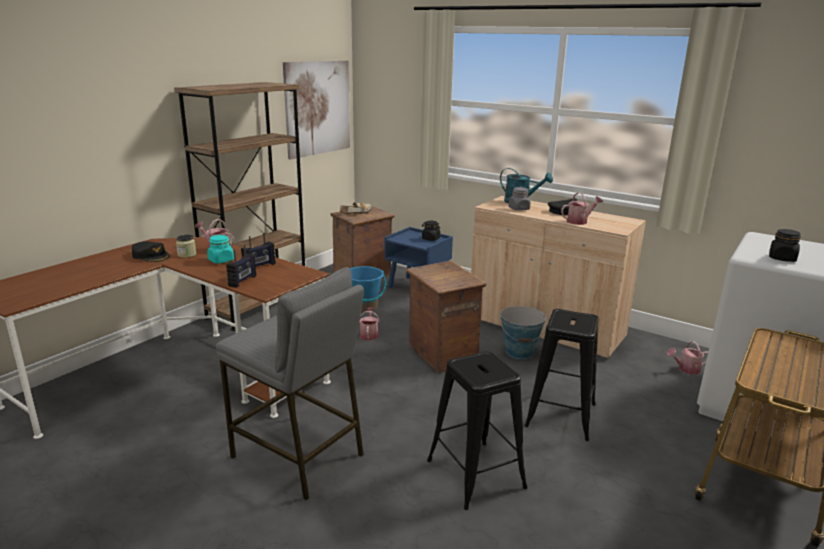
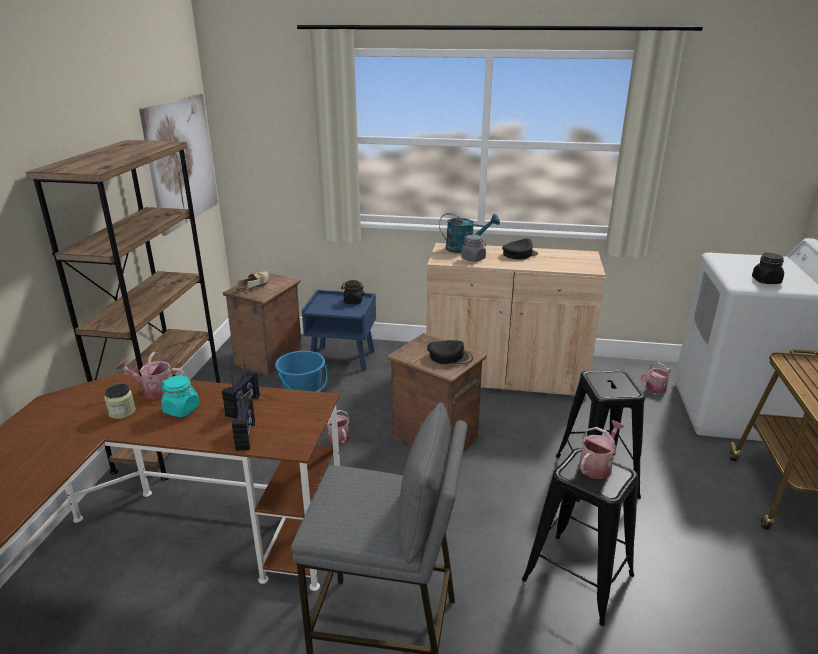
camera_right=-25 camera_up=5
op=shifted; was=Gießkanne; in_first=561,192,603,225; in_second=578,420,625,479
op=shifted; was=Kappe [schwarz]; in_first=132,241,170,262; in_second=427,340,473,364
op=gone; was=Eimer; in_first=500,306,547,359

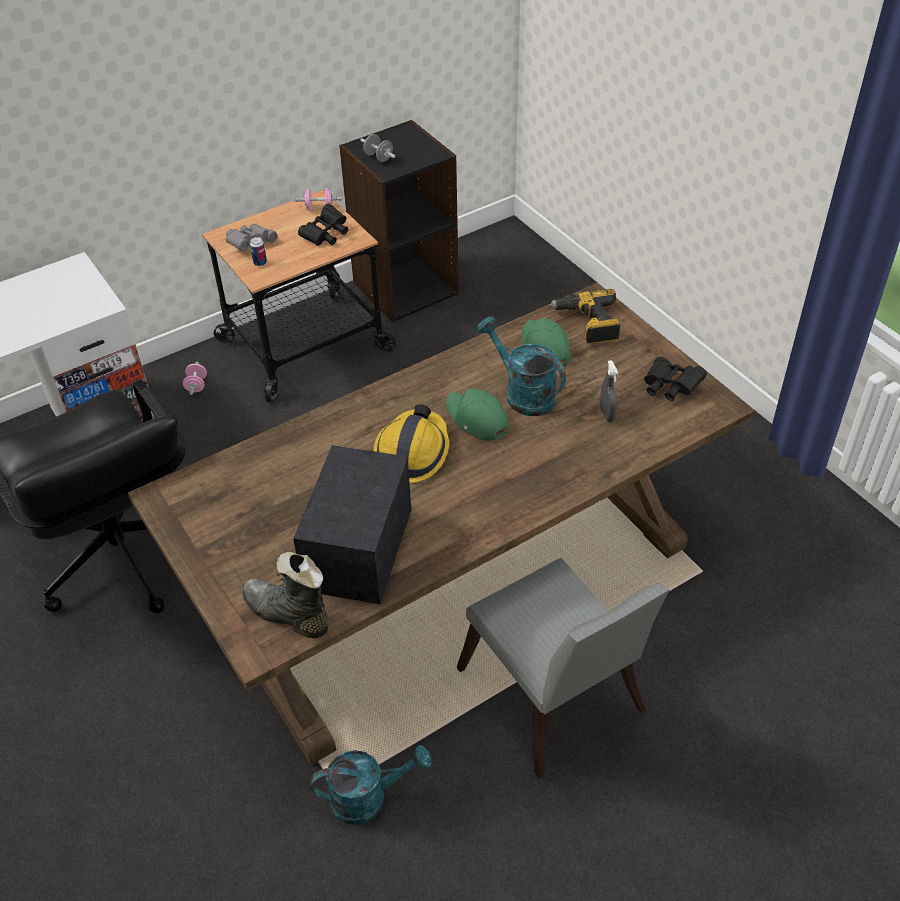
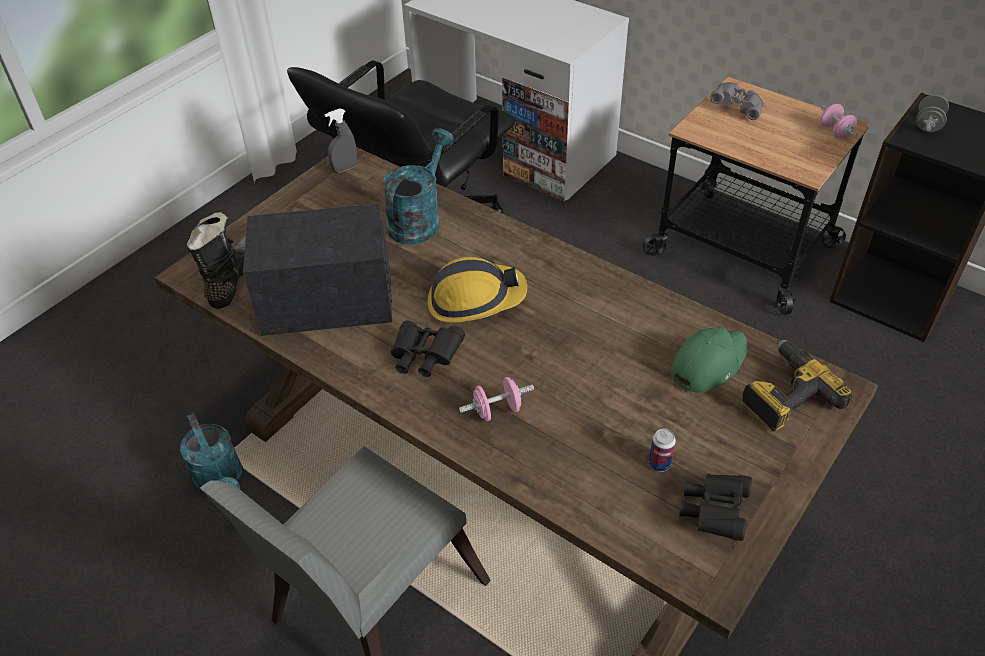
camera_right=70 camera_up=0
op=shifted; was=Fernglas [schwarz]; in_first=298,203,348,246; in_second=391,320,465,377
op=shifted; was=Dose; in_first=250,237,267,266; in_second=649,428,676,472
op=shifted; was=Gießkanne [türkis]; in_first=477,316,566,416; in_second=383,128,454,244
op=shifted; was=Sprühflasche [grau]; in_first=600,360,618,423; in_second=325,108,357,173
op=shifted; was=Hantel [rosa]; in_first=183,362,207,395; in_second=459,377,534,421
op=gone; was=Kappe [grün]; in_first=446,389,509,441

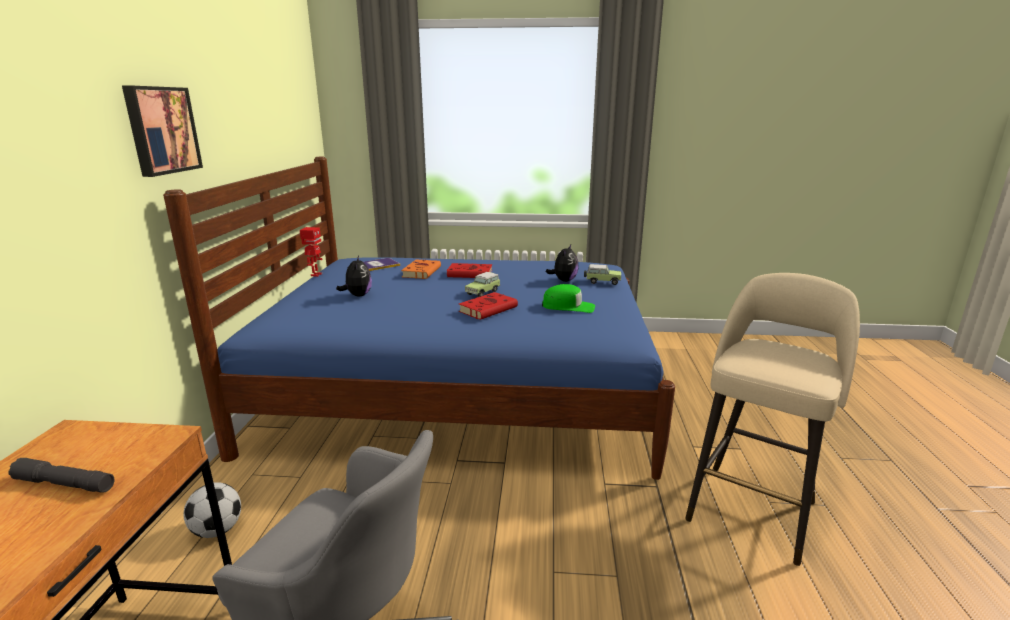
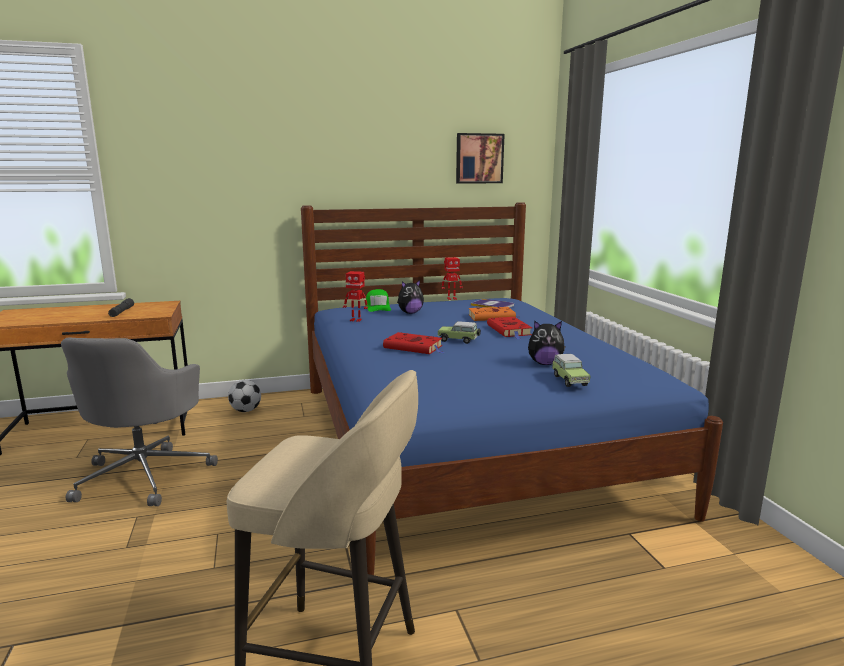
camera_right=70 camera_up=-5
op=shifted; was=Bild; in_first=122,86,203,177; in_second=456,133,505,184
op=shifted; was=Kappe [grün]; in_first=542,284,595,313; in_second=366,289,391,312
op=new; now=Spielzeugroboter; in_second=343,271,368,322

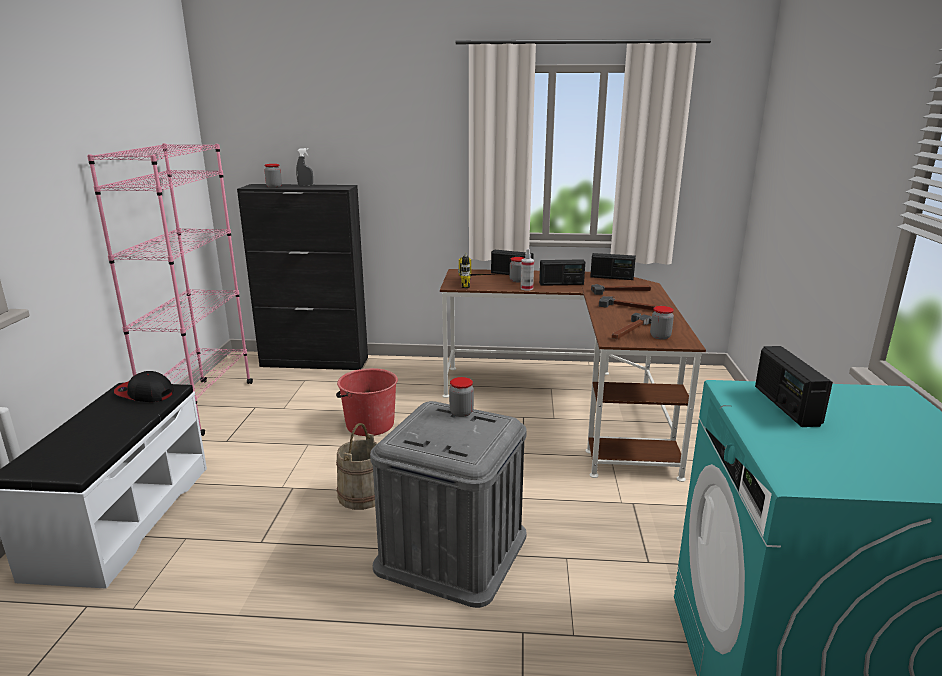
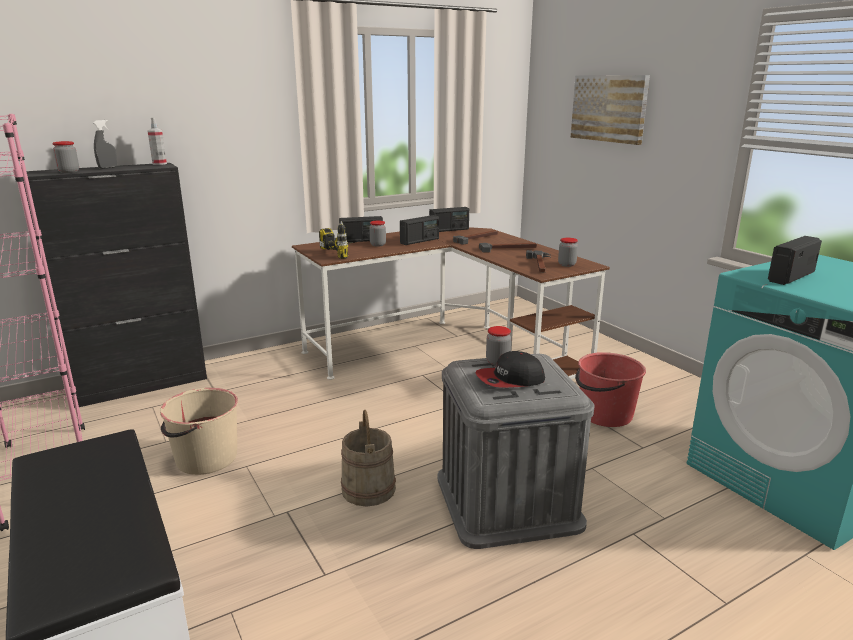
camera_right=-35 camera_up=0
op=shifted; was=Sprühflasche; in_first=521,249,534,291; in_second=147,117,167,165
op=rotated; was=Radio; in_first=755,346,833,427; in_second=768,236,822,285; clockwise=90
op=shifted; was=Eimer [rot]; in_first=336,368,398,436; in_second=576,352,646,427
op=shifted; was=Kappe; in_first=114,371,174,402; in_second=476,351,545,388
op=new; now=Bild; in_second=571,75,650,145
op=new; now=Eimer [beige]; in_second=160,388,238,475

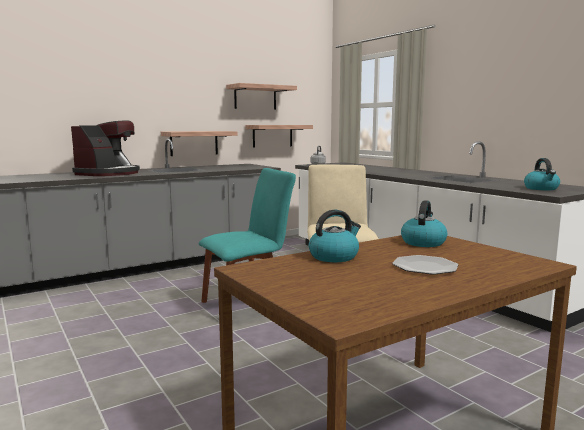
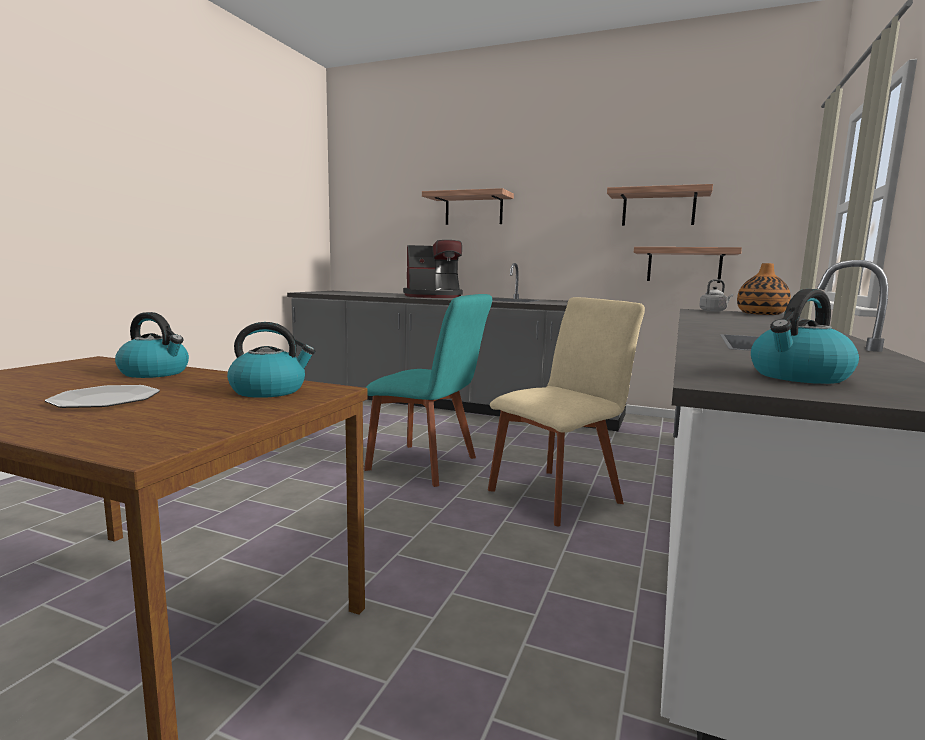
camera_right=55 camera_up=0
op=shifted; was=Wandregal; in_first=161,131,237,156; in_second=422,188,514,225
op=new; now=Vase; in_second=737,263,791,315

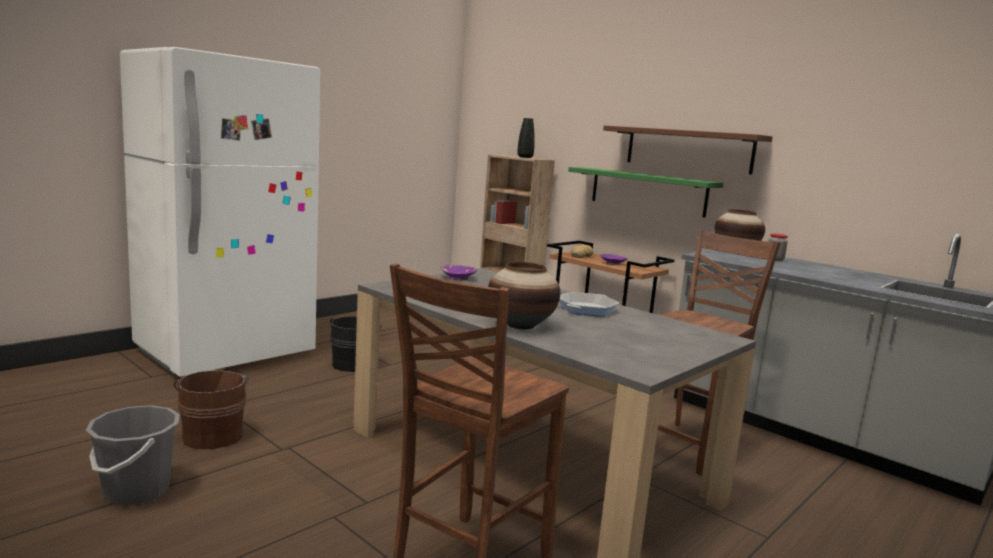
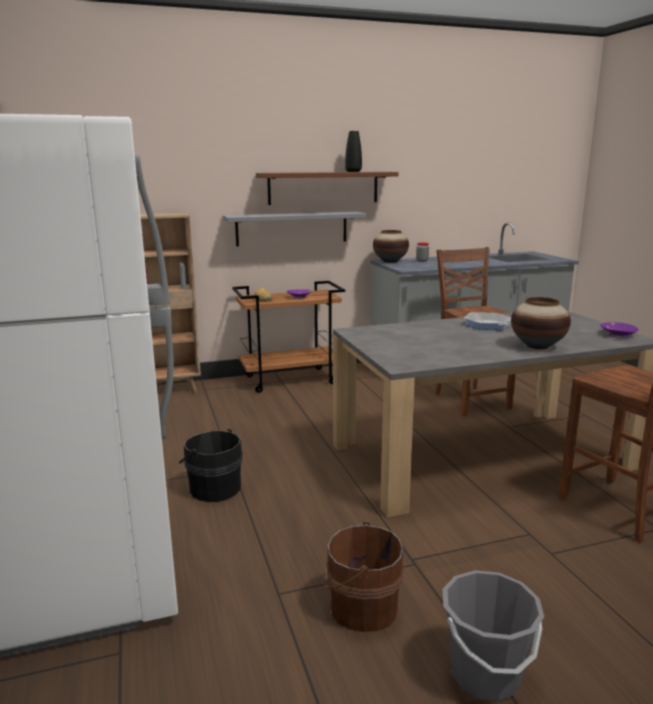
camera_right=-60 camera_up=5
op=shifted; was=Vase [schwarz]; in_first=517,118,535,158; in_second=345,131,362,172
op=repainted; was=Wandregal [grün]; now=Wandregal [grau]; in_first=568,167,724,218; in_second=223,211,366,246
op=shifted; was=Schüssel [lila]; in_first=441,265,477,280; in_second=600,322,638,338

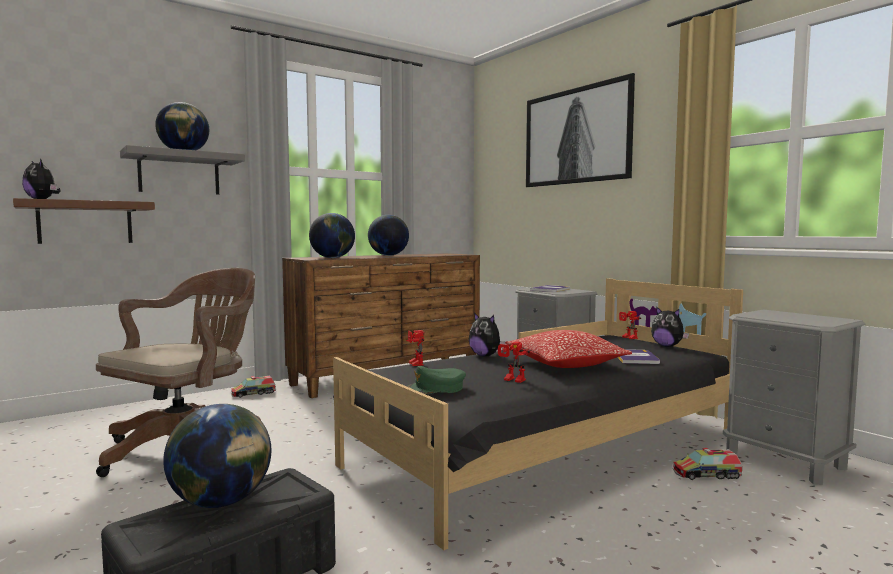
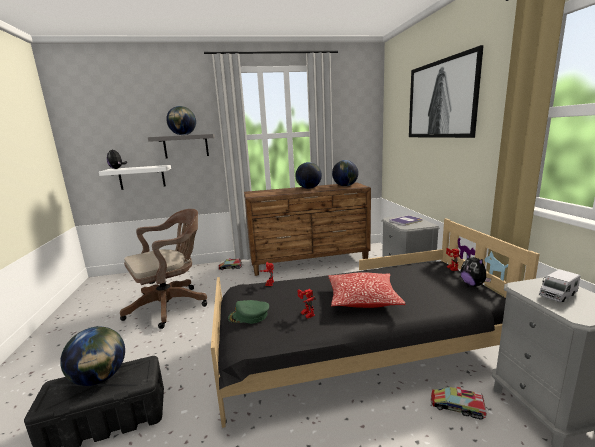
camera_right=25 camera_up=10
op=repainted; was=Wandregal [braun]; now=Wandregal [weiß]; in_first=13,198,155,244; in_second=99,165,171,190
op=shifted; was=Globus; in_first=309,213,355,258; in_second=332,160,359,186
op=gone; was=Plüschtier; in_first=469,313,506,356
op=gone; was=Buch; in_first=617,349,660,364
op=new; now=Spielzeuglaster; in_second=539,269,581,302

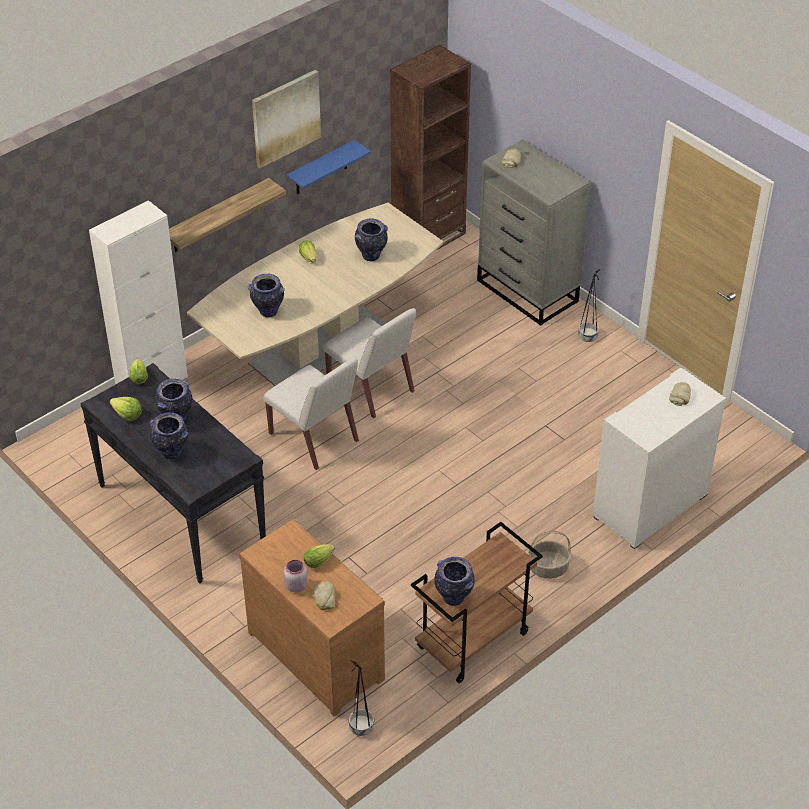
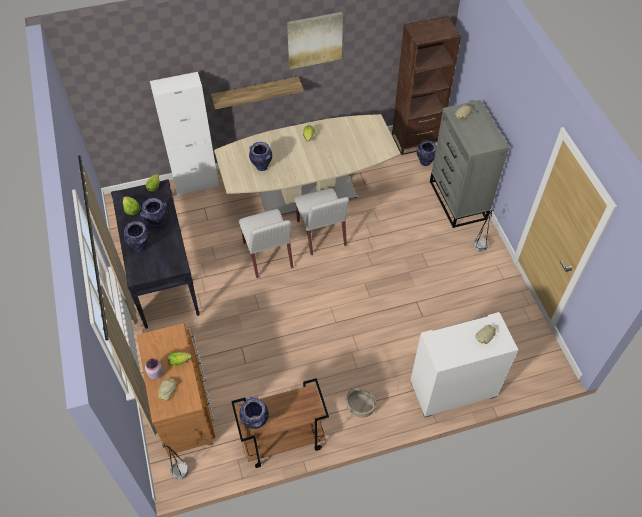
camera_right=25 camera_up=10
op=gone; was=Wandregal [blau]; in_first=287,140,371,194
op=shifted; was=Vase; in_first=355,219,388,261; in_second=417,140,436,166

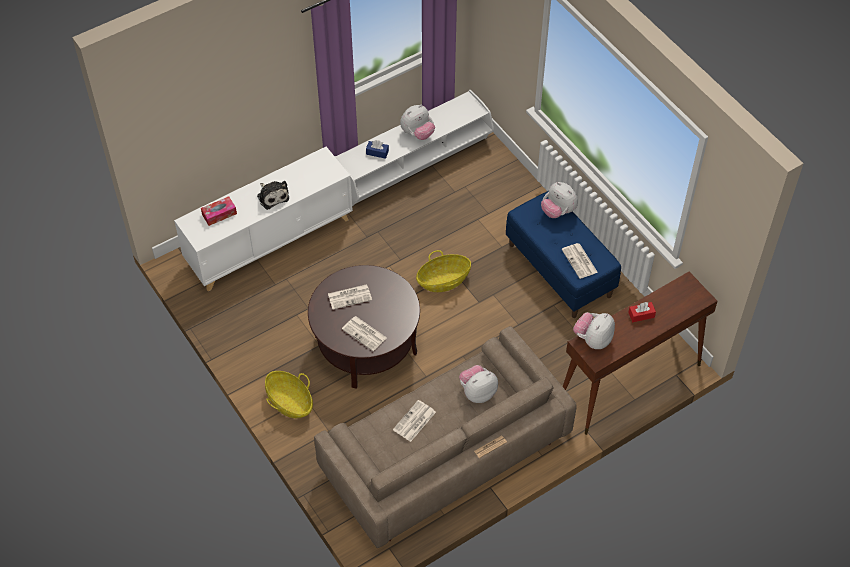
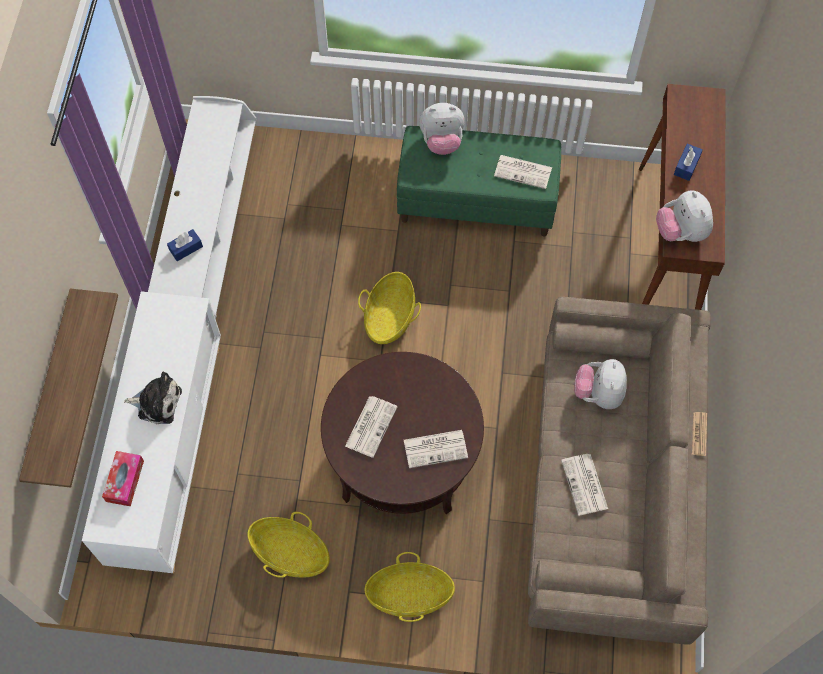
camera_right=-50 camera_up=10
op=gone; was=Plüschtier; in_first=400,105,435,140
op=repainted; was=Bank [blau]; now=Bank [grün]; in_first=506,191,621,318; in_second=397,126,561,236
op=repainted; was=Taschentuchbox [rot]; now=Taschentuchbox [blau]; in_first=628,302,656,322; in_second=674,144,703,181
op=new; now=Wandregal; in_second=19,289,118,488
op=new; now=Korb; in_second=248,512,330,578

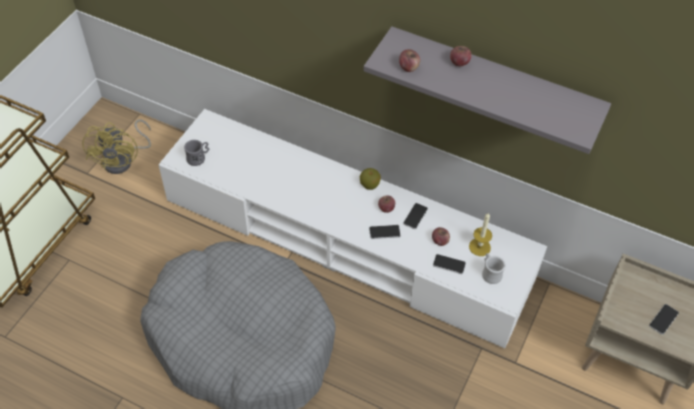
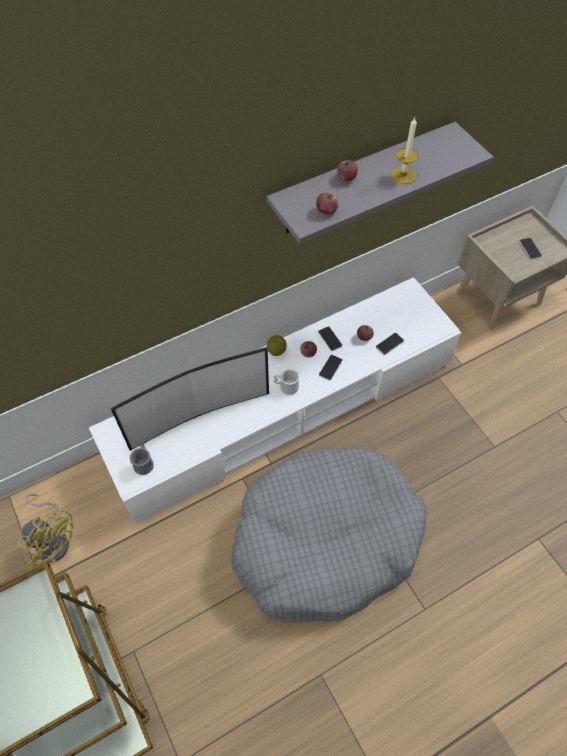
camera_right=-55 camera_up=5
op=shifted; was=Kerze; in_first=469,212,492,256; in_second=391,118,418,184
op=shifted; was=Henkelbecher [weiß]; in_first=482,253,506,284; in_second=274,369,299,395
op=new; now=Fernseher; in_second=111,347,269,451

